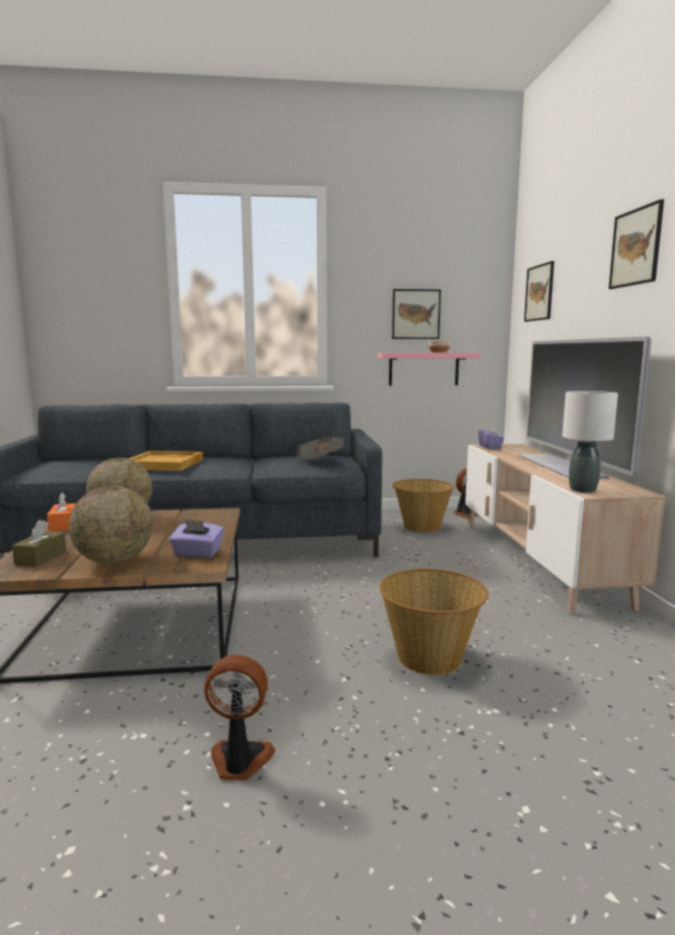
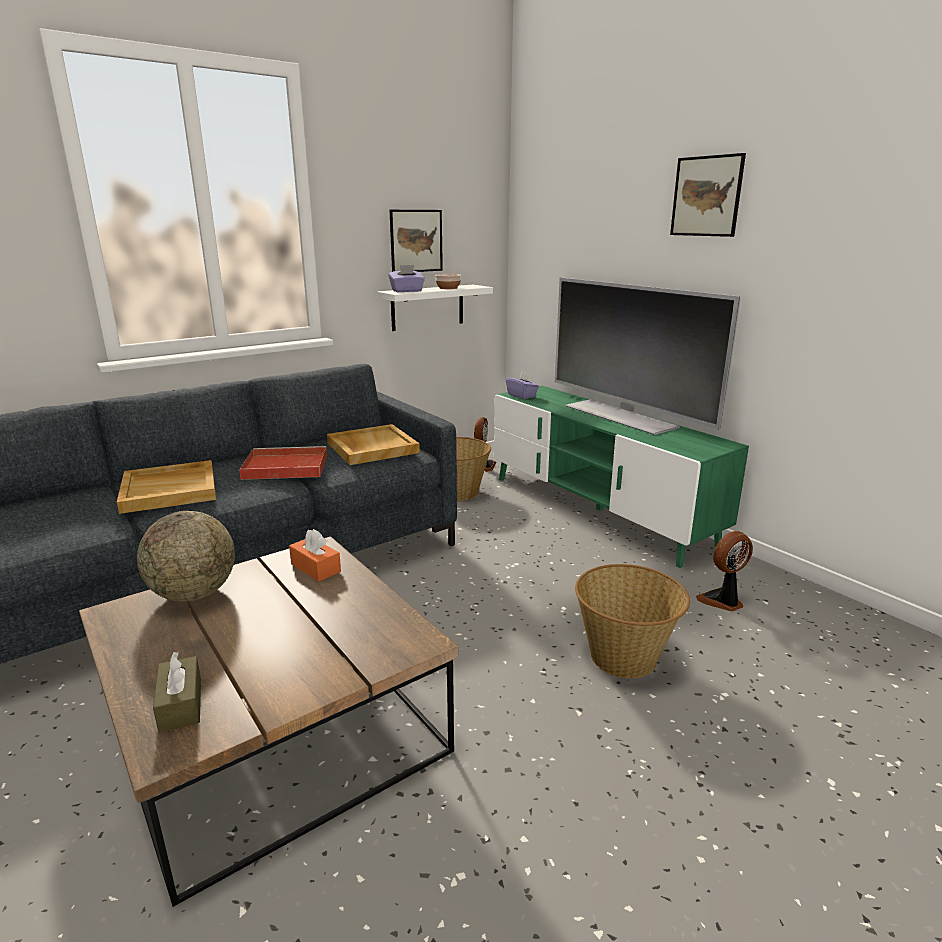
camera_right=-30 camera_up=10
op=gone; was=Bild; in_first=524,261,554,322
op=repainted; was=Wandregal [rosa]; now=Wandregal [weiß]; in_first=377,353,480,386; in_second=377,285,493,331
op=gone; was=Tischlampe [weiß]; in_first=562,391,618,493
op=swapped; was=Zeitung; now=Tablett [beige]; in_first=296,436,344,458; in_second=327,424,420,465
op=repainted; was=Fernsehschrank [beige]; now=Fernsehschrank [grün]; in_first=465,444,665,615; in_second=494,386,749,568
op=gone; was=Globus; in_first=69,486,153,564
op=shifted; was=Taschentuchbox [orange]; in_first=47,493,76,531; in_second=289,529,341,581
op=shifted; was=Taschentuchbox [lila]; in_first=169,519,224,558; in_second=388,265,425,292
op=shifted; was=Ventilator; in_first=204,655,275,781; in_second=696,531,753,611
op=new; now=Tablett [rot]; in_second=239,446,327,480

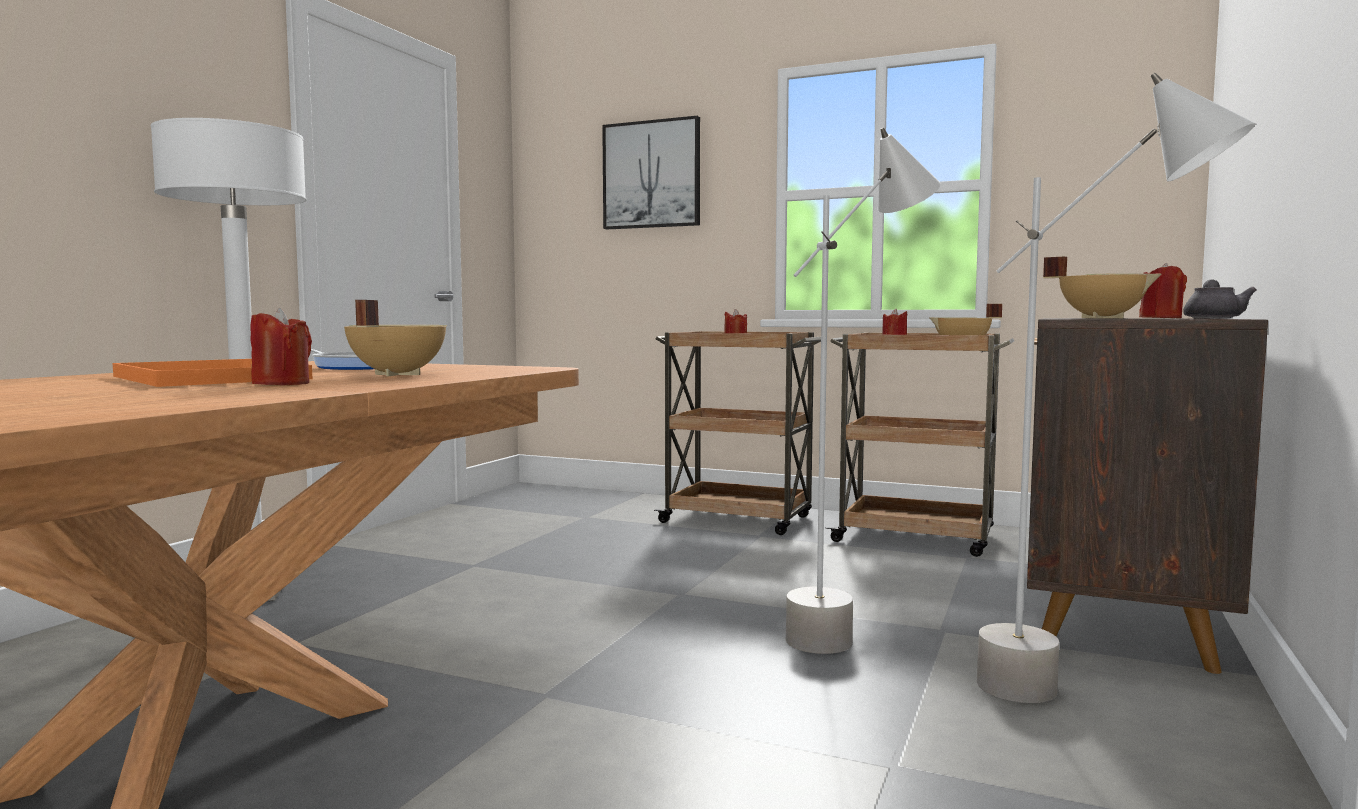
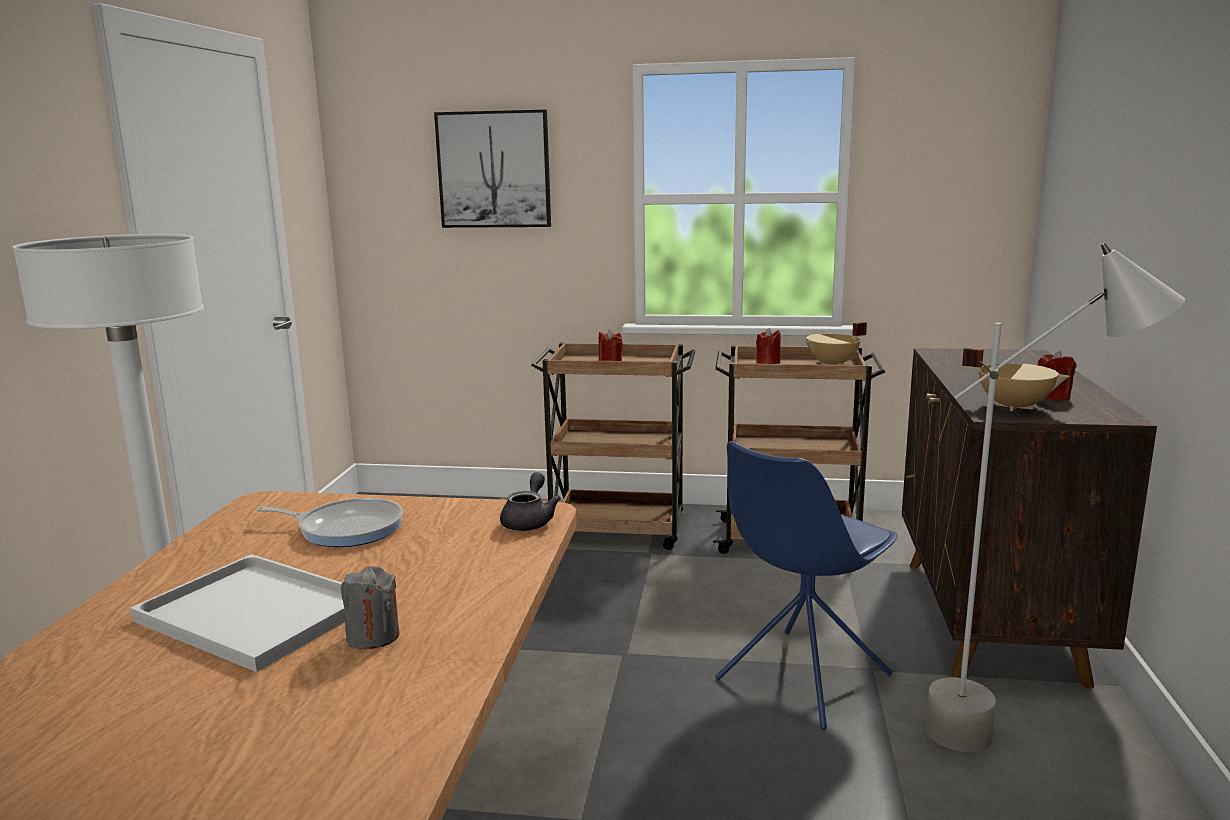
camera_right=-15 camera_up=10
op=swapped; was=Stehlampe [grau]; now=Stuhl [blau]; in_first=786,127,941,654; in_second=715,441,897,730
op=shifted; was=Teekanne [grau]; in_first=1183,279,1257,319; in_second=500,472,561,531
op=gone; was=Kochtopf [beige]; in_first=344,300,447,376
op=repainted; was=Kerze [rot]; now=Kerze [grau]; in_first=250,308,312,385; in_second=340,566,399,649
op=repainted; was=Tablett [orange]; now=Tablett [weiß]; in_first=113,359,312,387; in_second=130,554,345,672

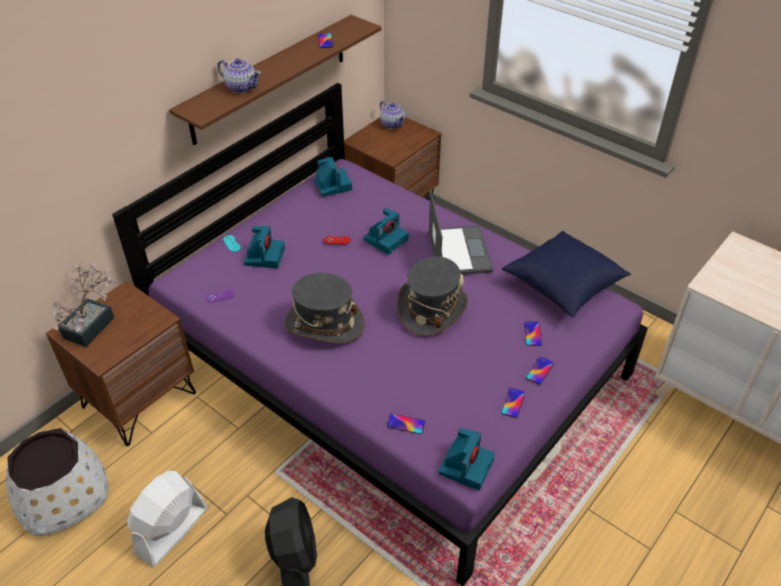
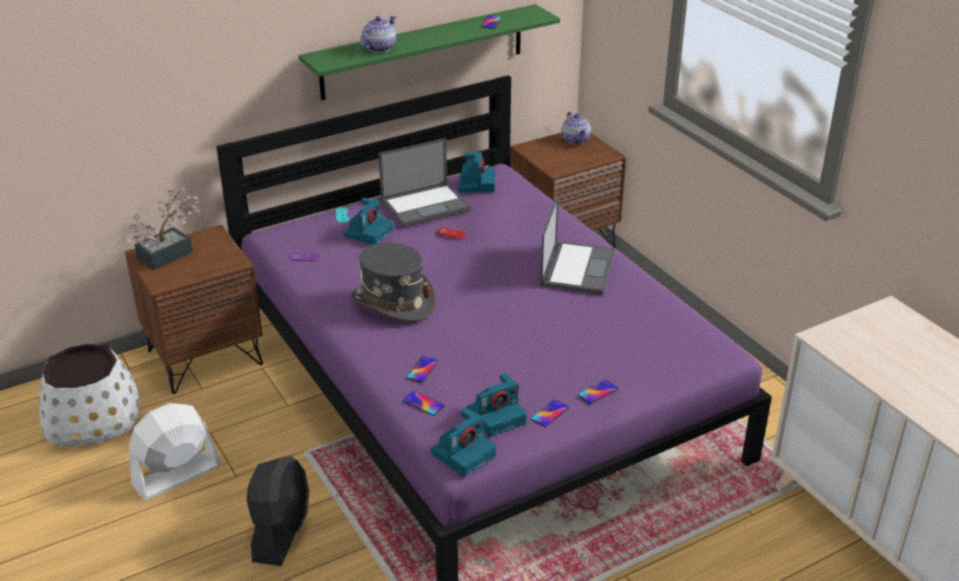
camera_right=20 camera_up=-10
op=repainted; was=Wandregal [braun]; now=Wandregal [grün]; in_first=169,15,382,145; in_second=299,4,560,100
op=rotated; was=Teekanne; in_first=217,59,261,93; in_second=360,16,397,52; clockwise=-105
op=shifted; was=Kamera; in_first=363,208,408,255; in_second=467,373,527,437
op=gone; was=Kissen [blau]; in_first=502,231,631,317
op=gone; was=Hut [grau]; in_first=397,256,468,337
op=shifted; was=Handy; in_first=524,321,542,346; in_second=407,356,438,382
op=new; now=Laptop; in_second=378,138,471,227

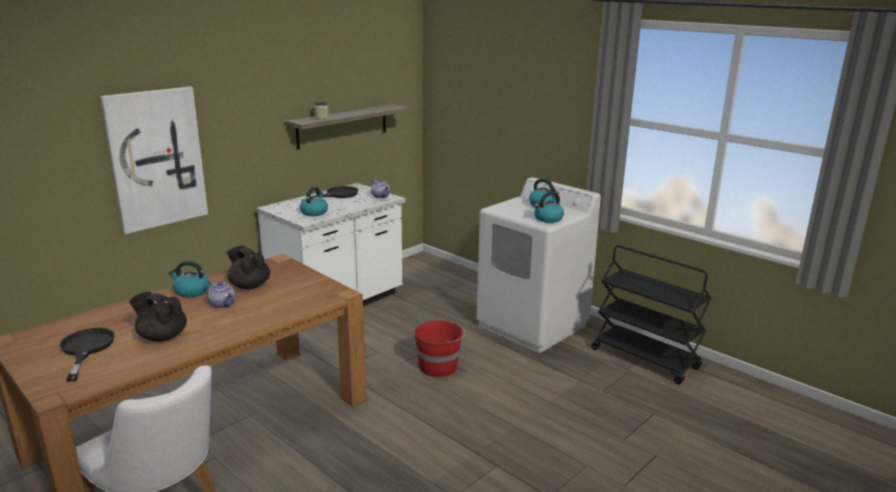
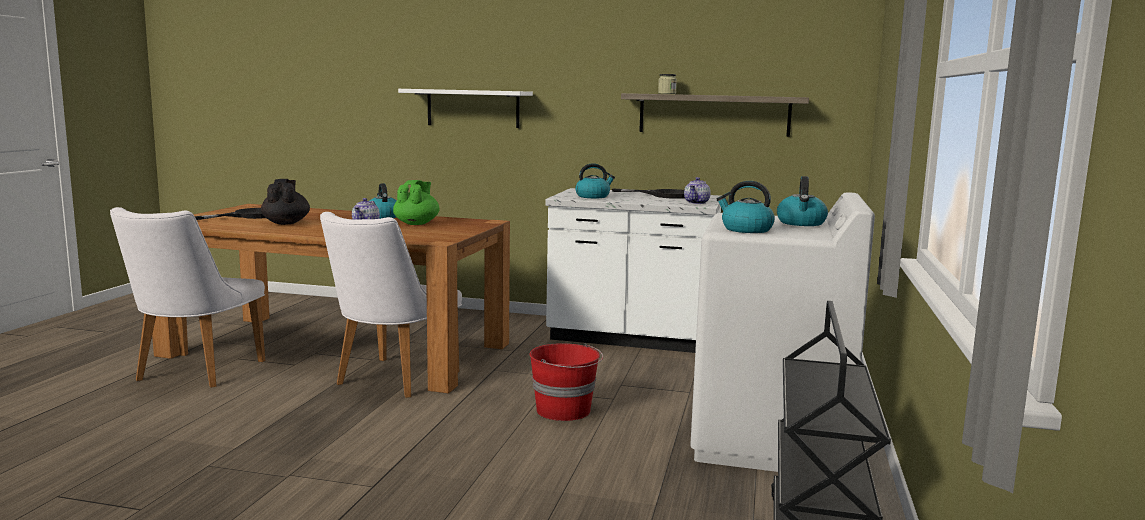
camera_right=60 camera_up=-10
op=swapped; was=Bild; now=Wandregal [weiß]; in_first=100,87,208,234; in_second=398,89,533,128
op=repainted; was=Teekanne [schwarz]; now=Teekanne [grün]; in_first=226,246,270,289; in_second=393,180,440,225
op=new; now=Stuhl [weiß]; in_second=320,212,462,398

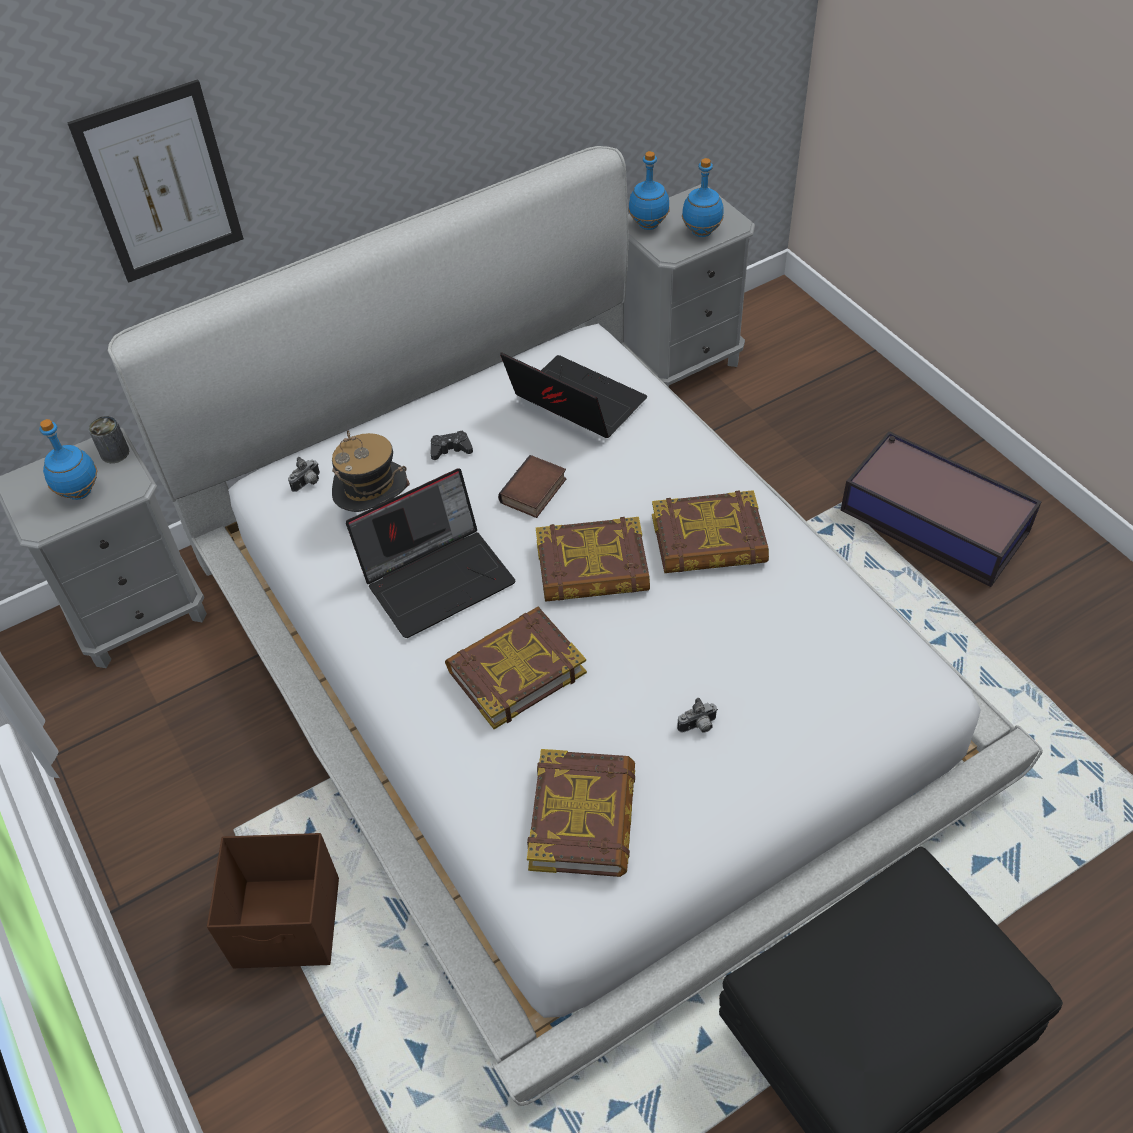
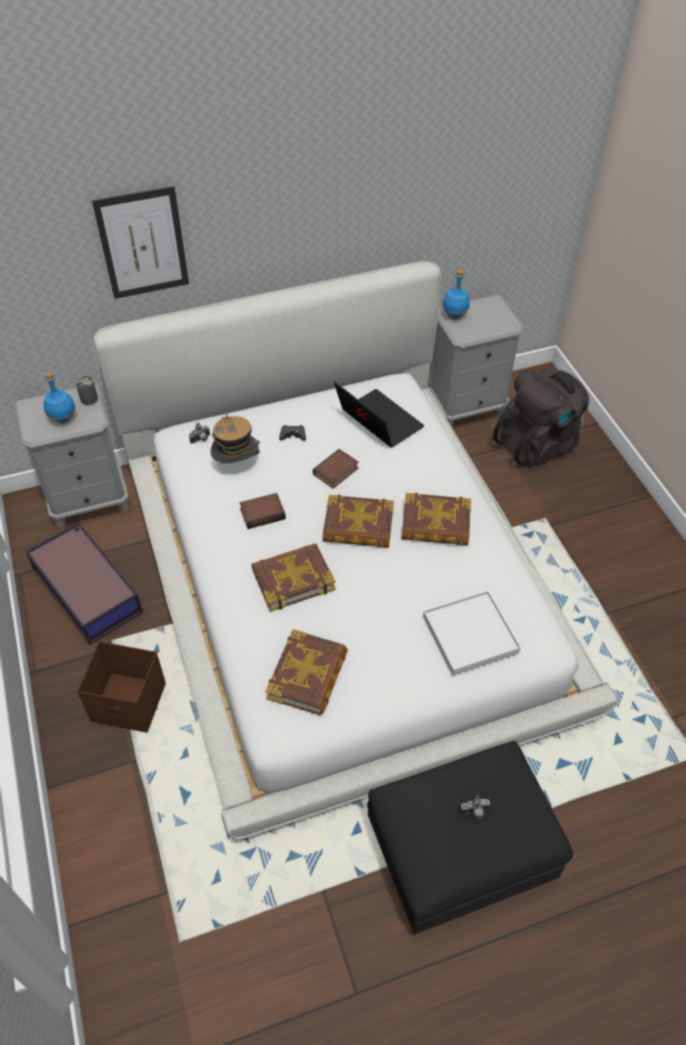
camera_right=10 camera_up=0
op=gone; was=Flasche [blau]; in_first=682,158,724,237
op=shifted; was=Aufbewahrungsbox; in_first=841,431,1041,587; in_second=25,522,143,645
op=swapped; was=Laptop; now=Buch; in_first=346,469,516,638; in_second=240,493,286,529
op=shifted; was=Kamera; in_first=677,698,718,733; in_second=460,795,491,819
op=new; now=Rucksack [schwarz]; in_second=493,368,589,468
op=new; now=Tablett [weiß]; in_second=423,591,521,676

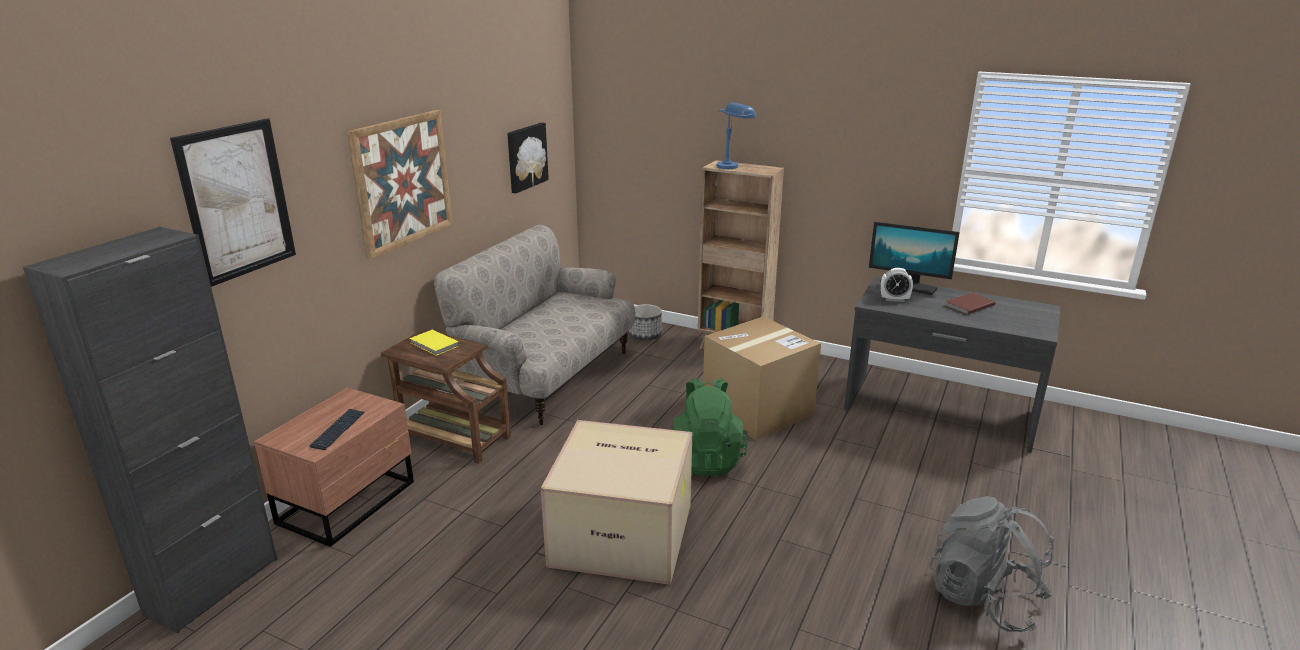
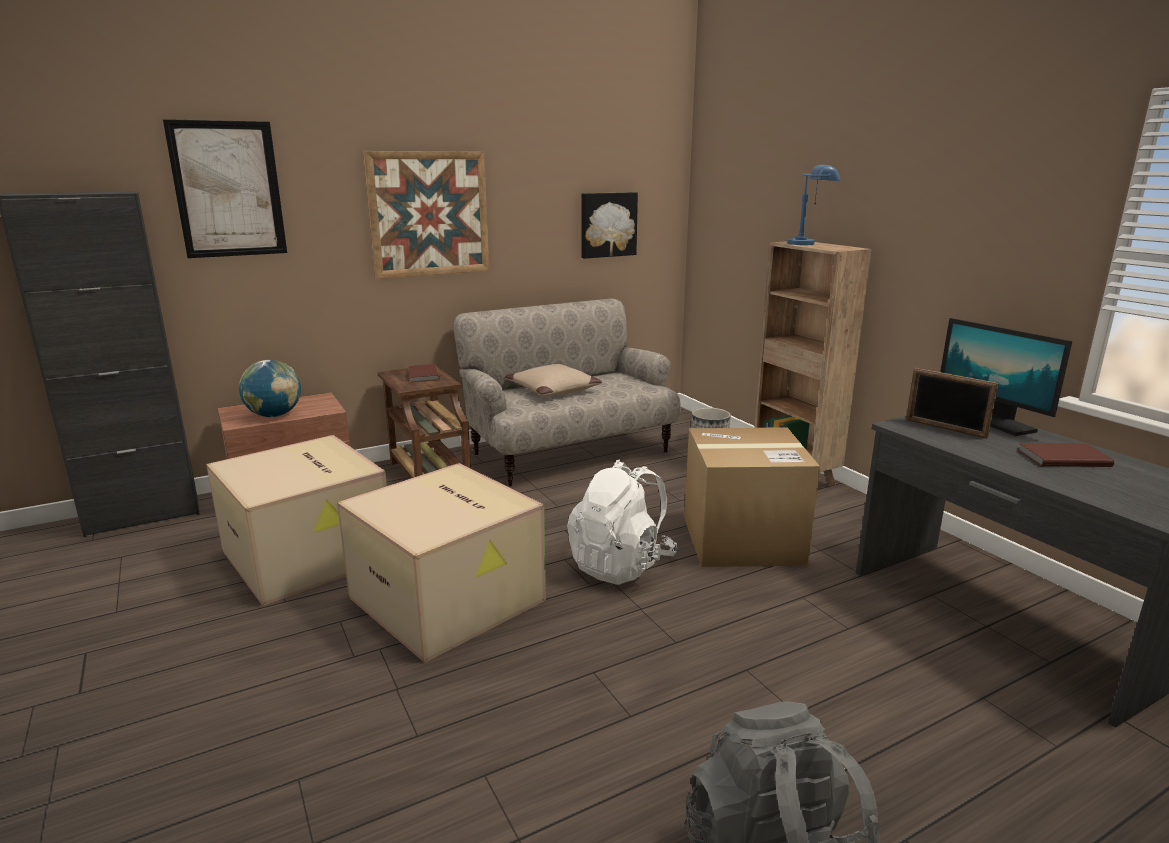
camera_right=35 camera_up=-5
op=swapped; was=Wecker; now=Bilderrahmen; in_first=881,268,913,302; in_second=906,368,999,439
op=repainted; was=Buch [gelb]; now=Buch [braun]; in_first=409,330,460,356; in_second=409,364,440,382
op=repainted; was=Rucksack [grün]; now=Rucksack [weiß]; in_first=669,378,748,476; in_second=567,459,678,585
op=swapped; was=Tastatur; now=Globus; in_first=309,409,365,450; in_second=239,360,301,417
op=new; now=Kissen [beige]; in_second=505,364,602,397
op=new; now=Karton; in_second=206,435,387,606

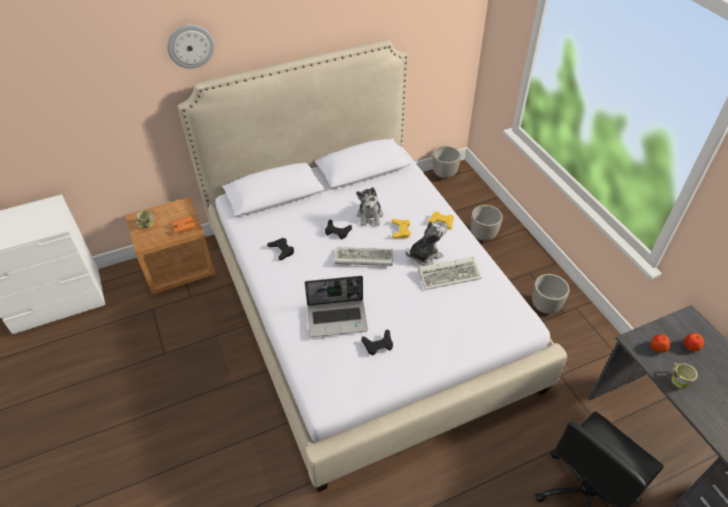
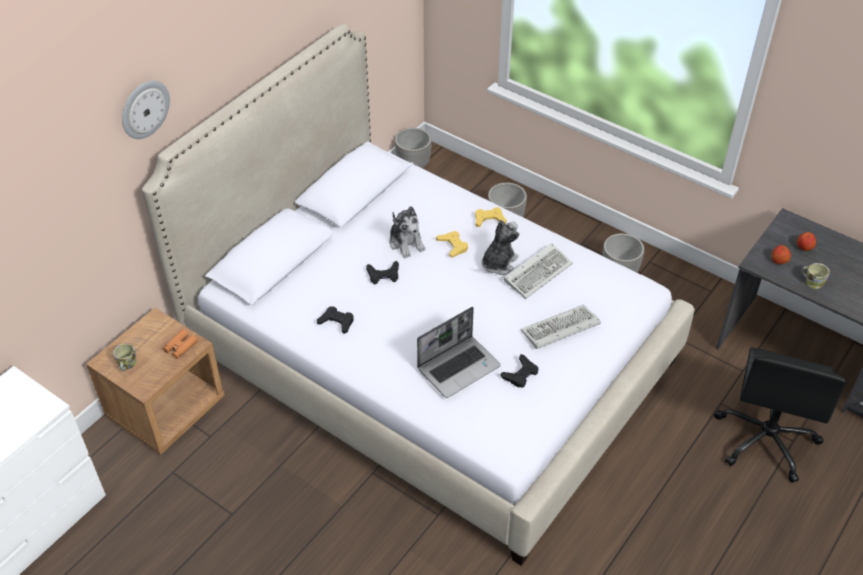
camera_right=-30 camera_up=0
op=shifted; was=Tastatur; in_first=334,247,393,266; in_second=521,305,601,349

